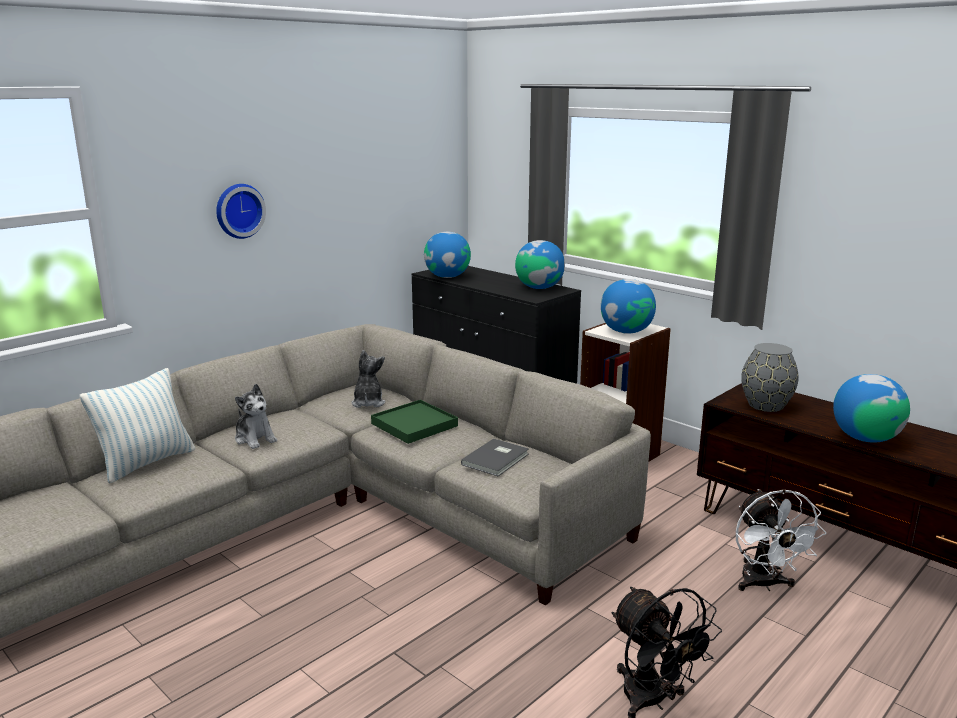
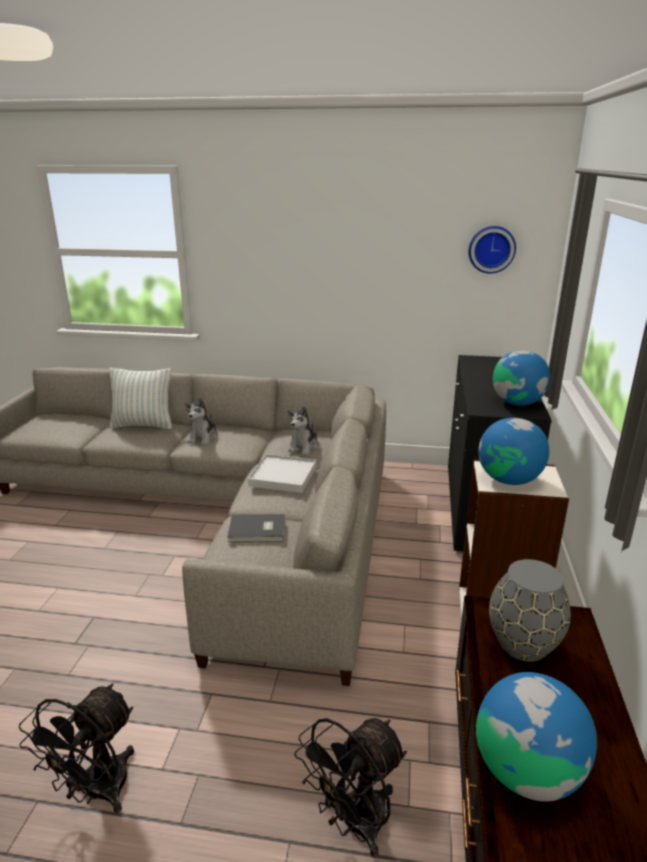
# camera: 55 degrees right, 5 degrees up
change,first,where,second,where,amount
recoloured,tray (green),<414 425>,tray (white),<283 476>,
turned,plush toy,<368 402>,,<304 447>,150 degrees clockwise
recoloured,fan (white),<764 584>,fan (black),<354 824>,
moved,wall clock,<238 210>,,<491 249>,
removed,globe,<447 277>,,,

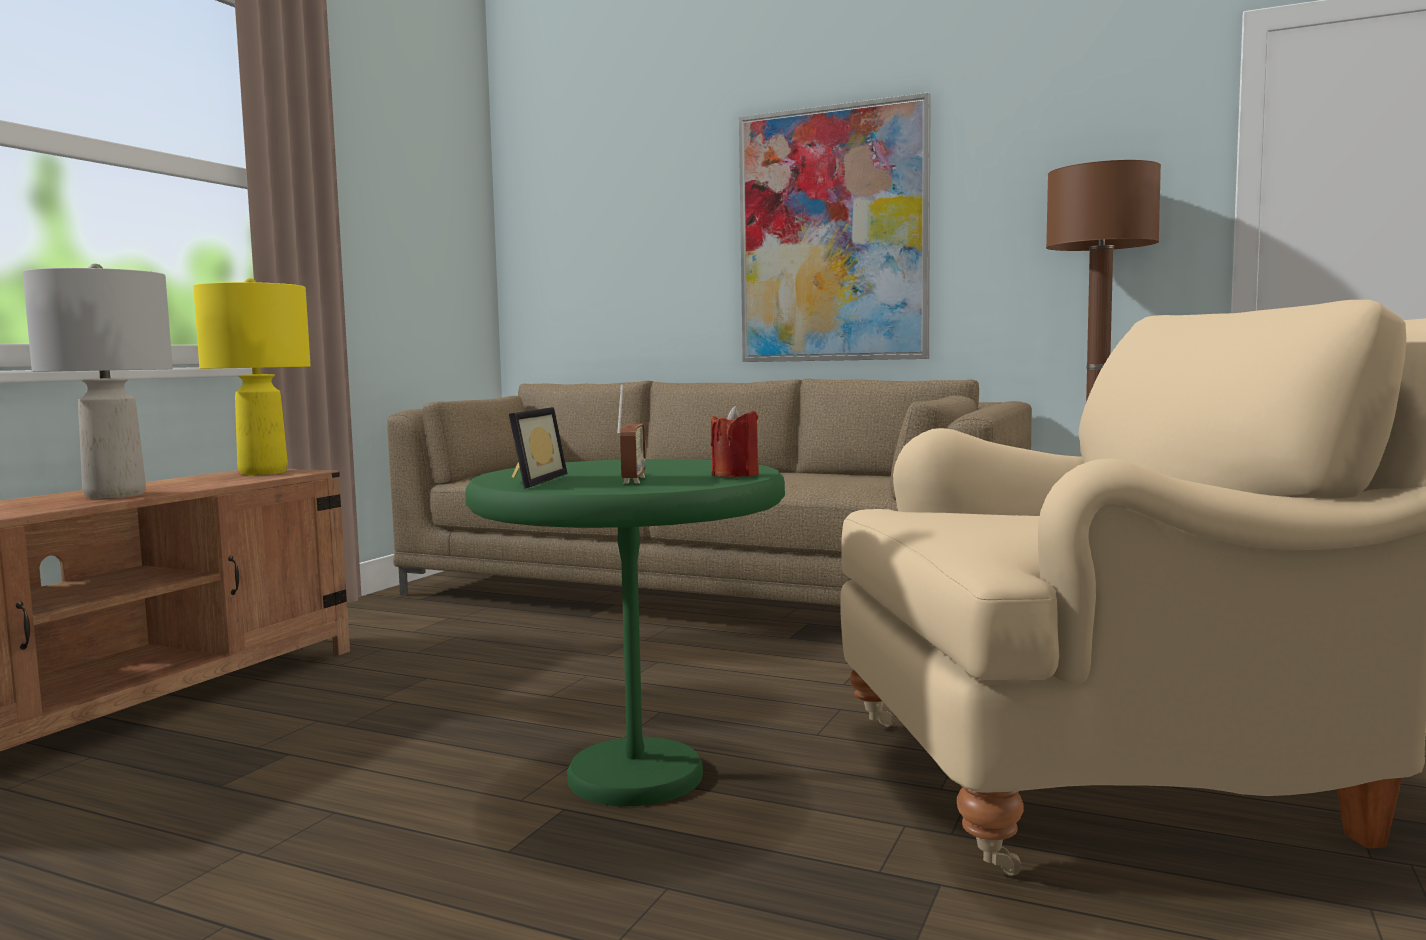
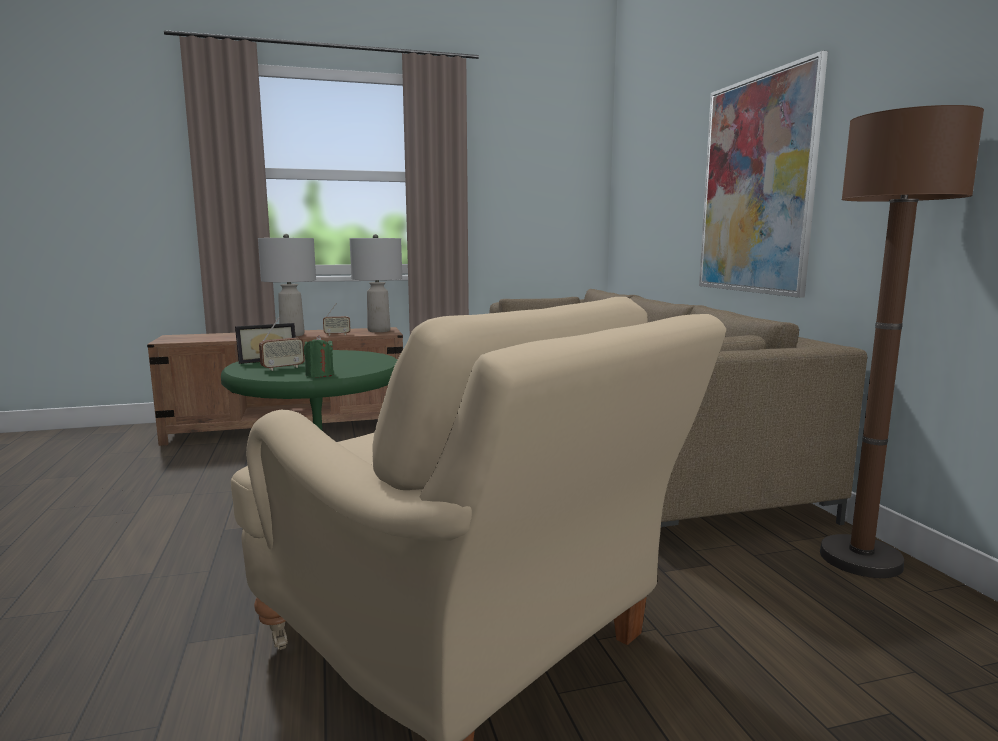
# camera: 50 degrees right, 5 degrees up
change,first,where,second,where,amount
recoloured,candle (red),<735 475>,candle (green),<319 375>,
added,,,radio,<337 334>,
recoloured,table lamp (yellow),<262 472>,table lamp (grey),<378 330>,

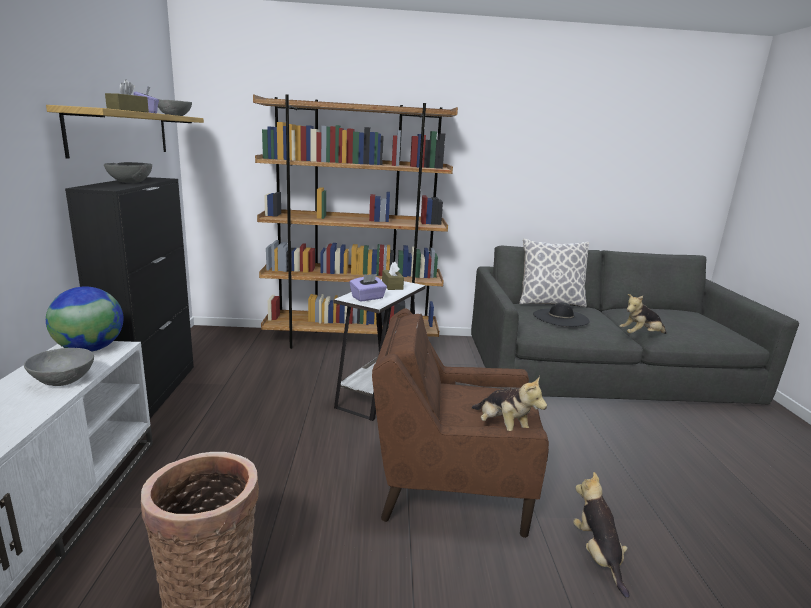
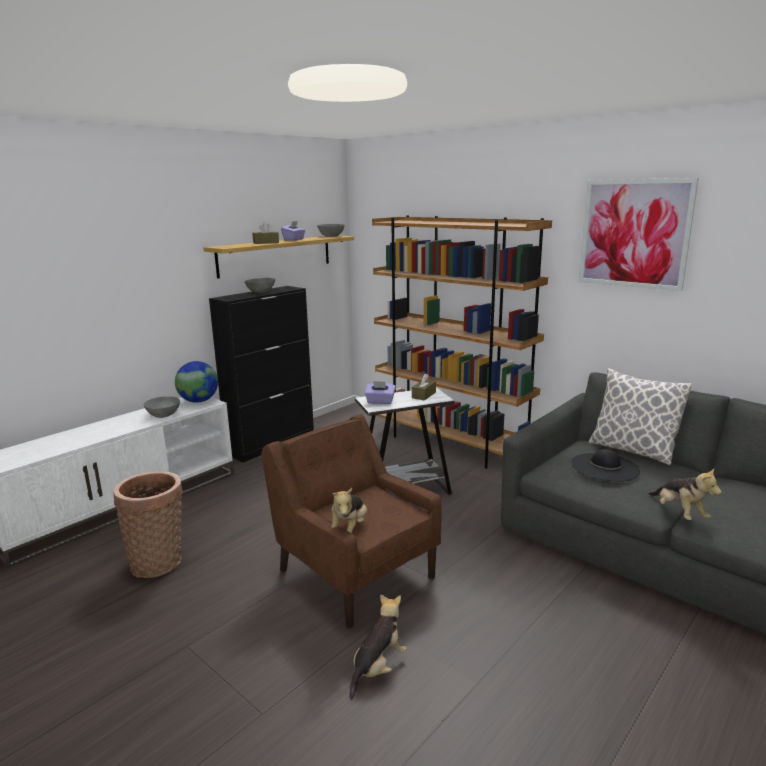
# camera: 45 degrees right, 0 degrees up
change,first,where,second,where,amount
added,,,picture,<634 234>,
turned,plush toy,<641 335>,,<679 513>,135 degrees counterclockwise

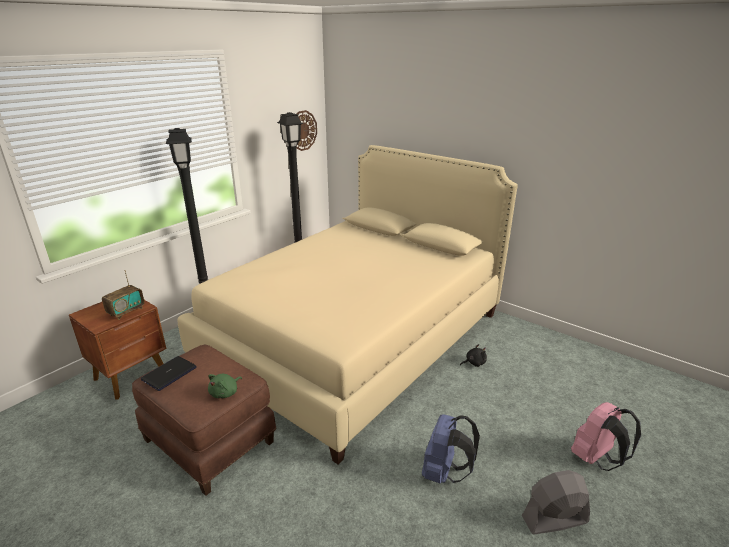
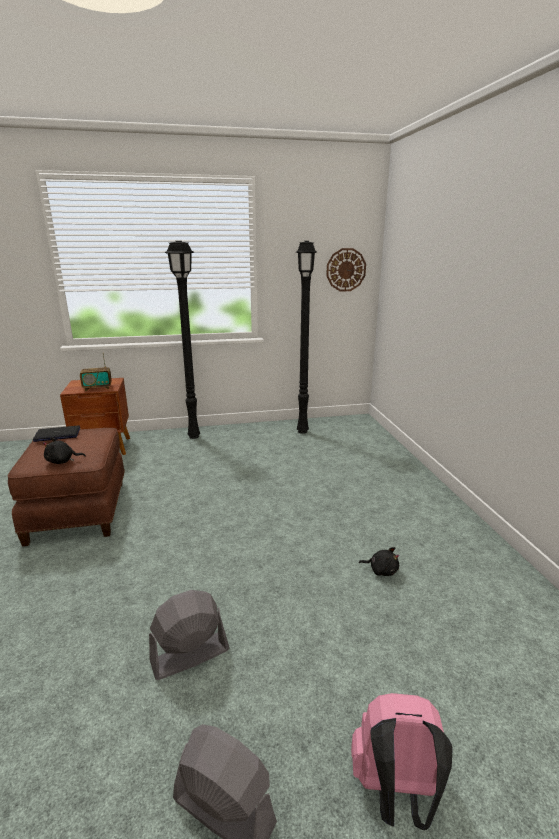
# camera: 40 degrees right, 5 degrees down
change,first,where,second,where,amount
recoloured,plush toy (green),<225 393>,plush toy (black),<62 461>,
replaced,backpack (blue),<444 472>,fan (grey),<189 655>,
removed,bed (beige),<355 337>,,,

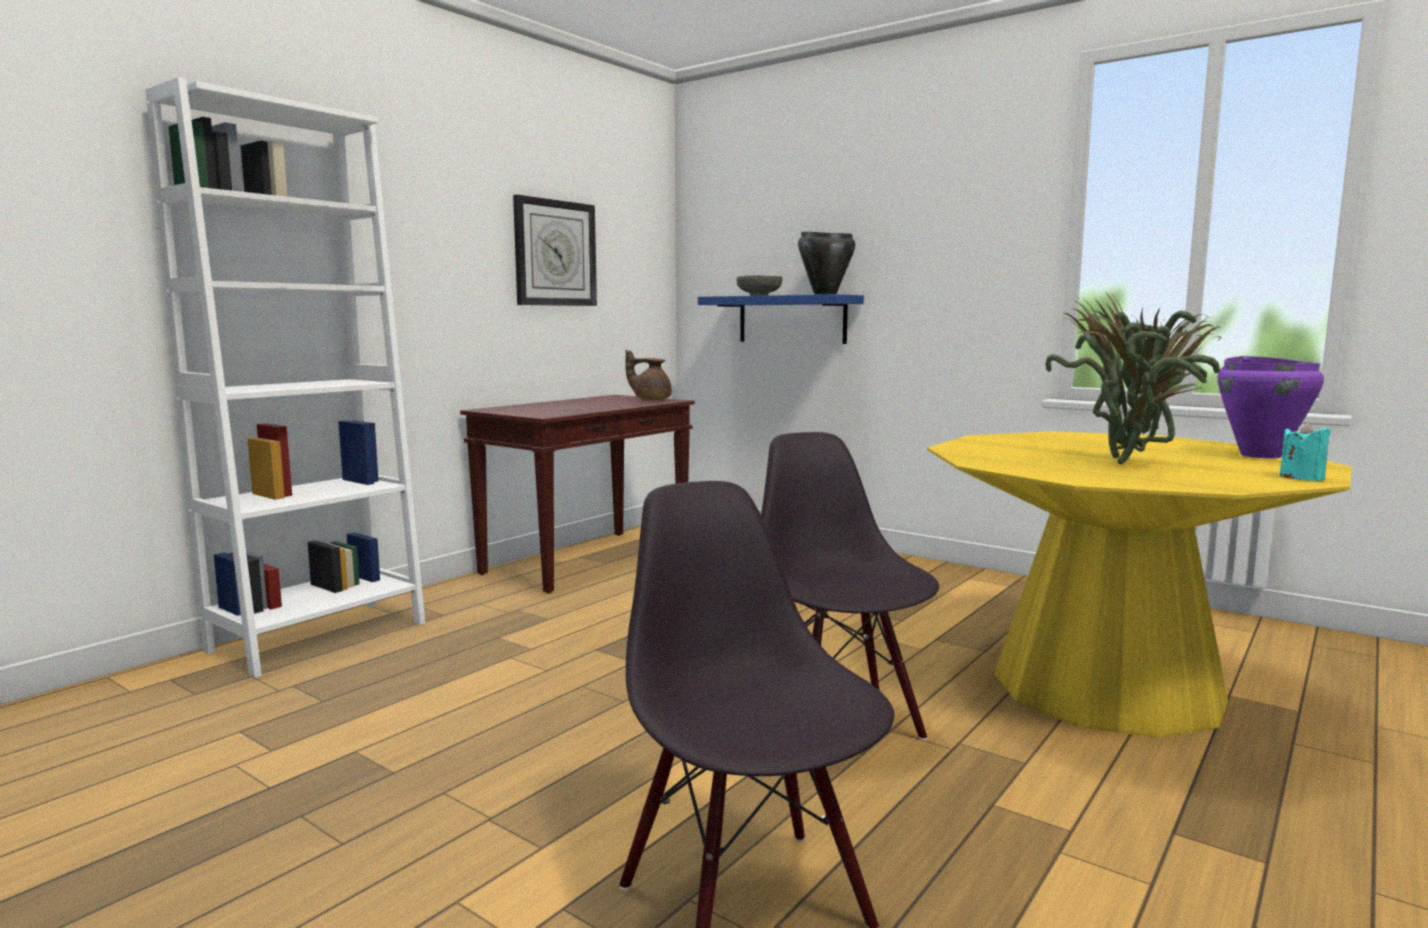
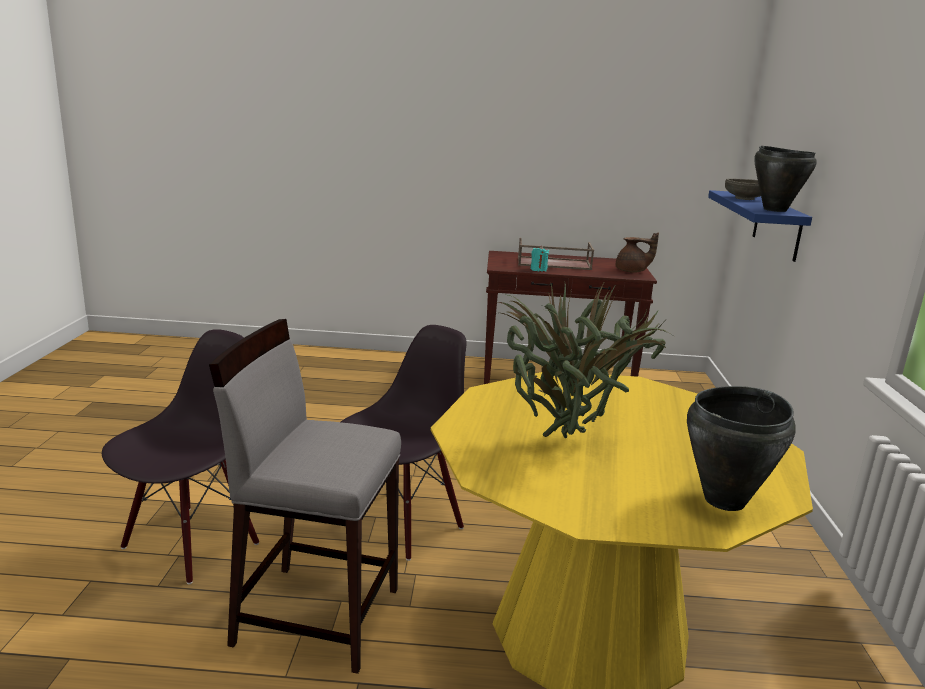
# camera: 55 degrees right, 10 degrees up
change,first,where,second,where,amount
added,,,stool (grey),<316 614>,
added,,,tray (brown),<553 263>,
moved,candle (turquoise),<1301 478>,,<538 270>,
turned,teapot (brown),<651 399>,,<632 271>,120 degrees clockwise
recoloured,cooking pot (purple),<1261 455>,cooking pot (black),<725 500>,
removed,bookcase (white),<319 636>,,,
removed,wall clock,<555 253>,,,

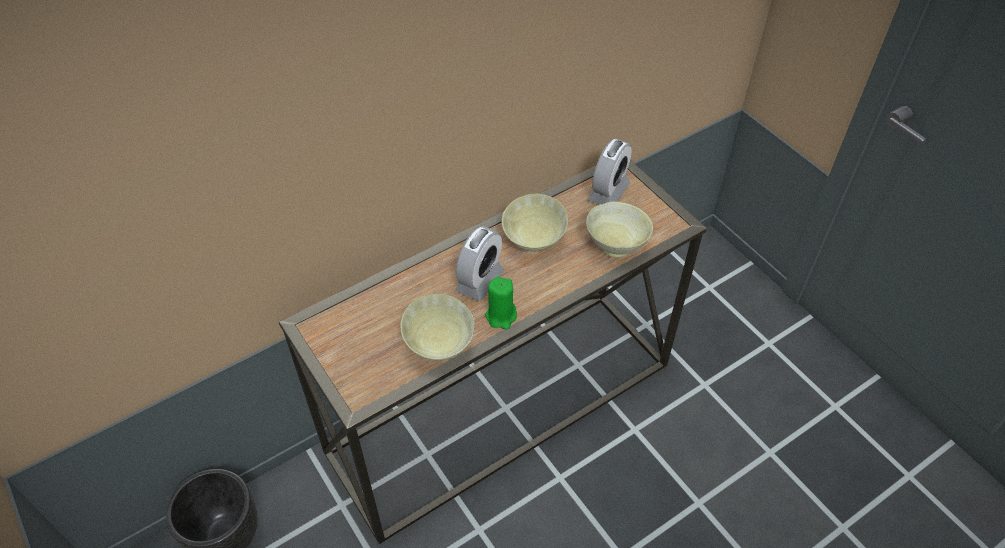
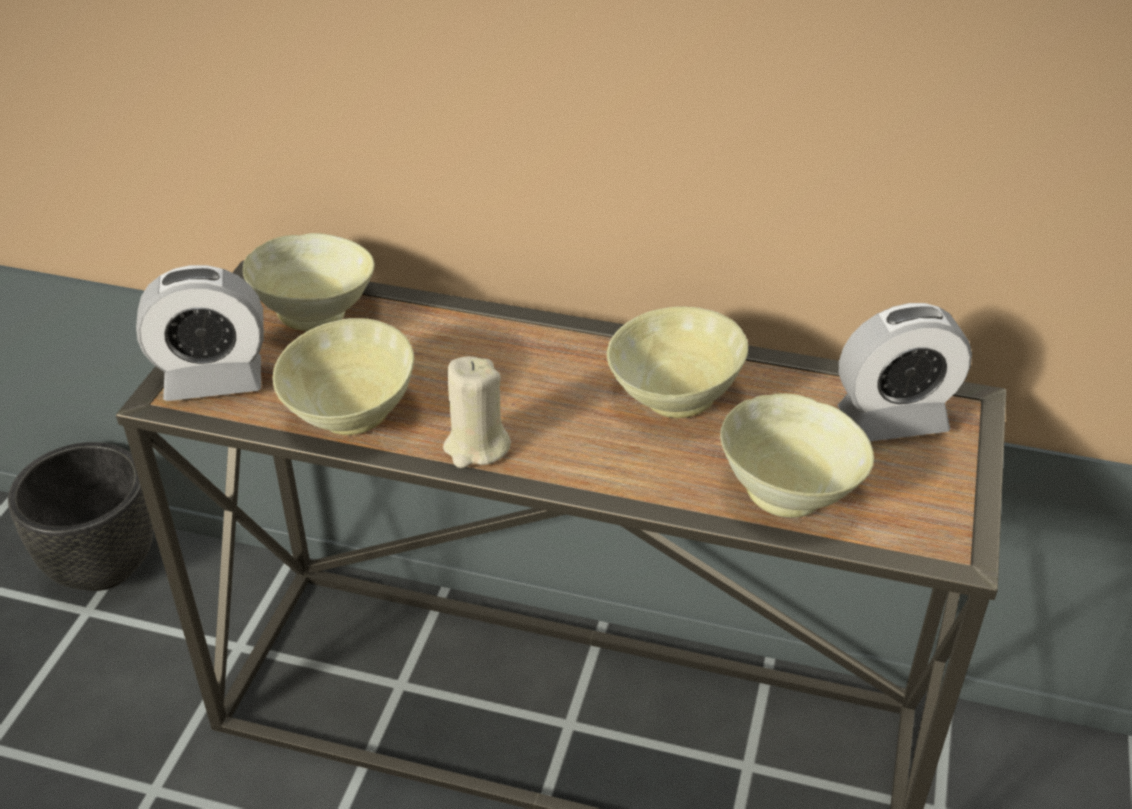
# camera: 50 degrees right, 10 degrees down
change,first,where,second,where,amount
moved,alarm clock,<479 281>,,<213 380>,
added,,,bowl (beige),<317 313>,
recoloured,candle (green),<501 316>,candle (beige),<476 447>,

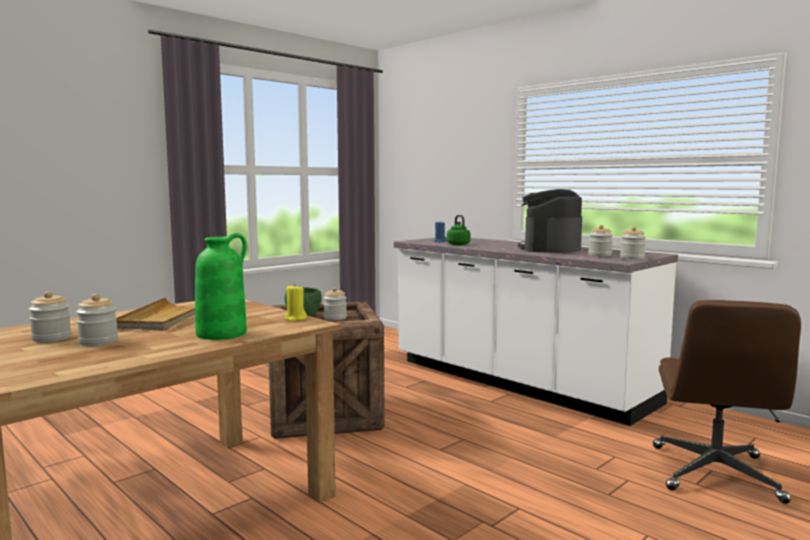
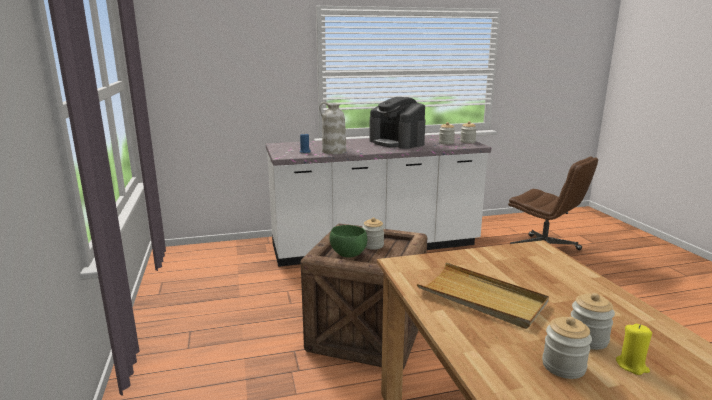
# camera: 60 degrees left, 10 degrees up
change,first,where,second,where,amount
replaced,kettle (green),<457 244>,vase (white),<333 152>,
moved,candle (yellow),<295 319>,,<632 366>,
removed,vase (green),<222 333>,,,

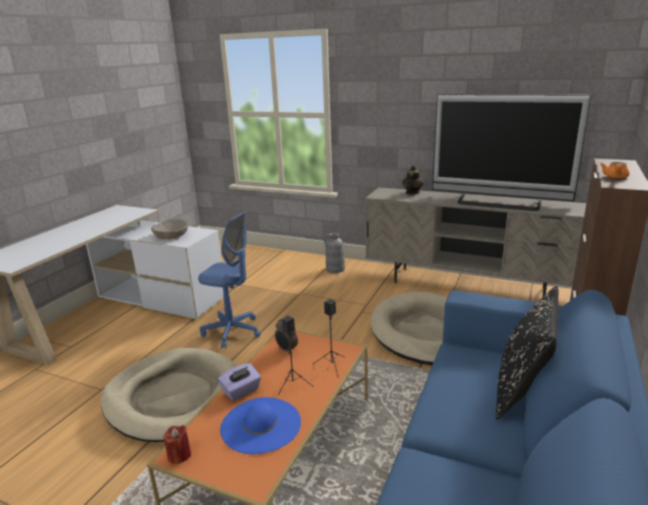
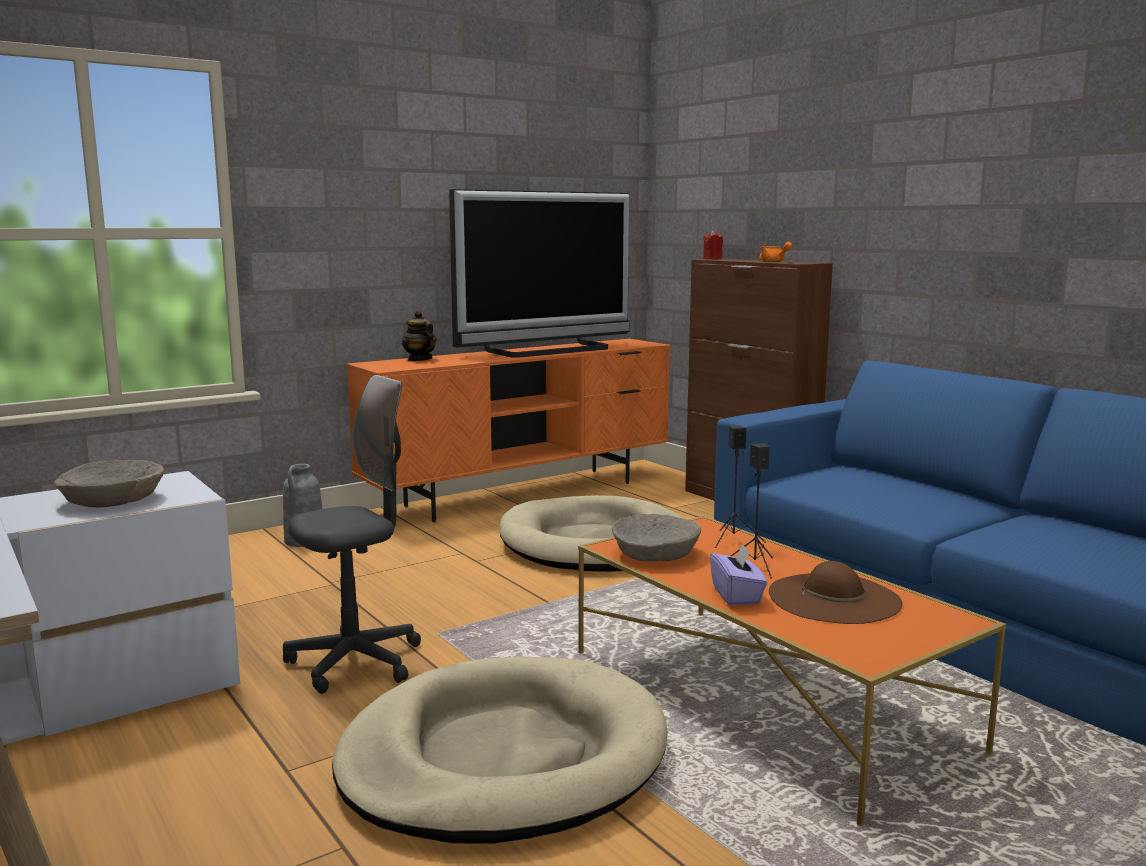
# camera: 60 degrees left, 10 degrees down
change,first,where,second,where,amount
recoloured,office chair (blue),<232 331>,office chair (grey),<355 662>,
recoloured,tv stand (beige),<469 285>,tv stand (orange),<522 494>,
replaced,alarm clock,<286 350>,bowl (beige),<656 553>,
moved,candle (red),<179 455>,,<712 259>,
recoloured,hat (blue),<261 424>,hat (brown),<834 598>,
removed,pillow (black),<522 390>,,,

